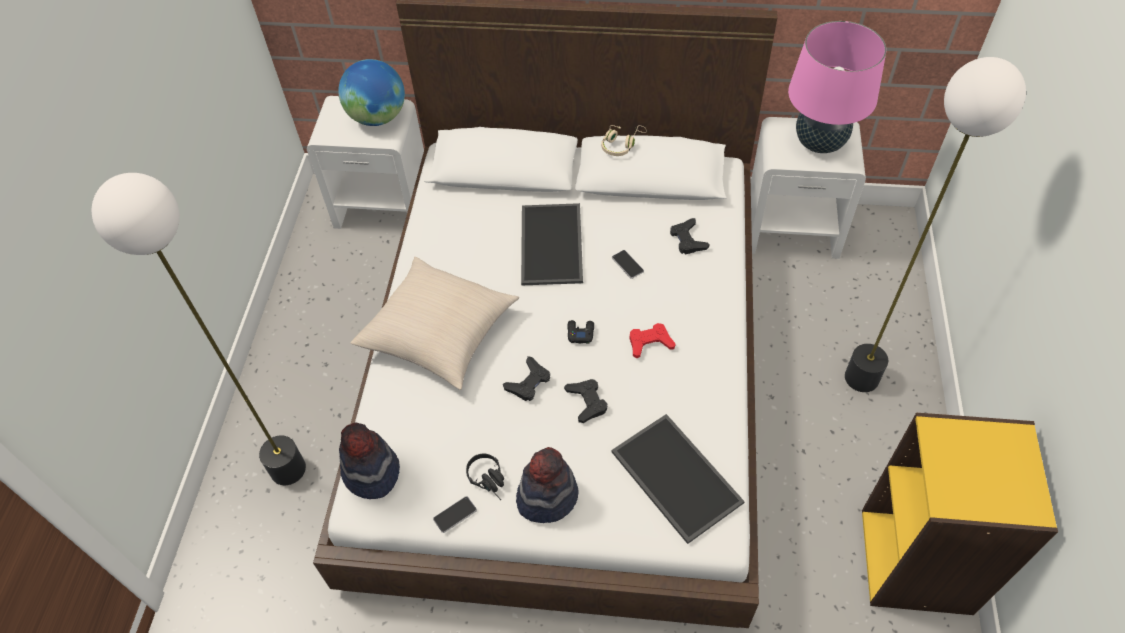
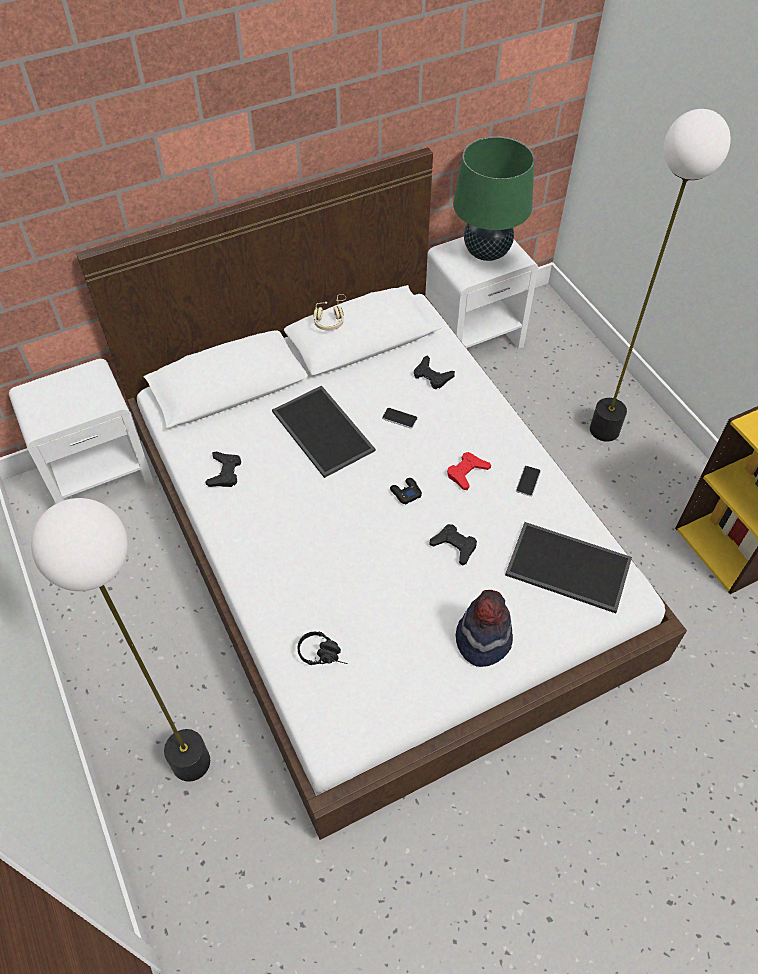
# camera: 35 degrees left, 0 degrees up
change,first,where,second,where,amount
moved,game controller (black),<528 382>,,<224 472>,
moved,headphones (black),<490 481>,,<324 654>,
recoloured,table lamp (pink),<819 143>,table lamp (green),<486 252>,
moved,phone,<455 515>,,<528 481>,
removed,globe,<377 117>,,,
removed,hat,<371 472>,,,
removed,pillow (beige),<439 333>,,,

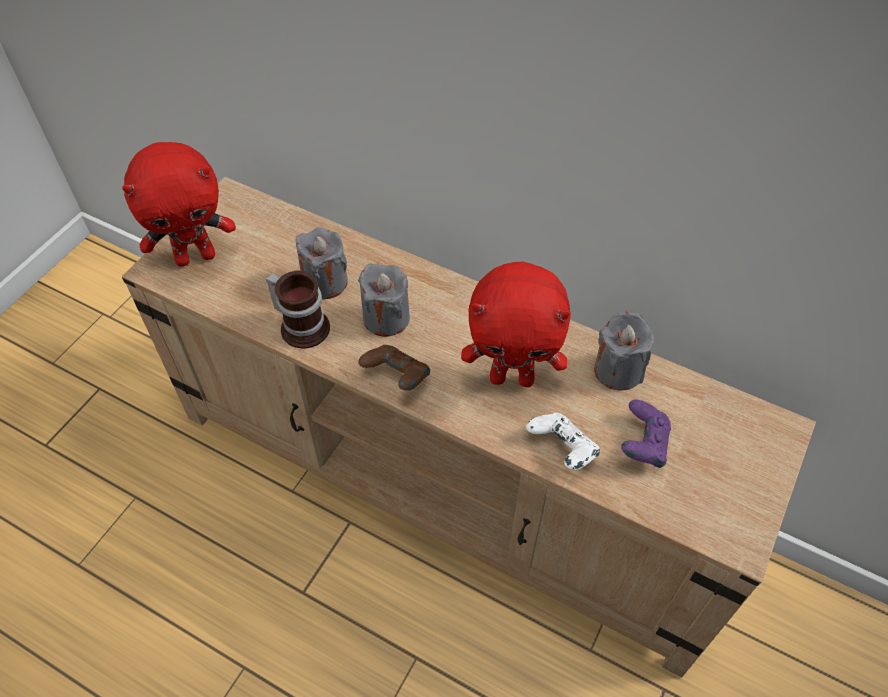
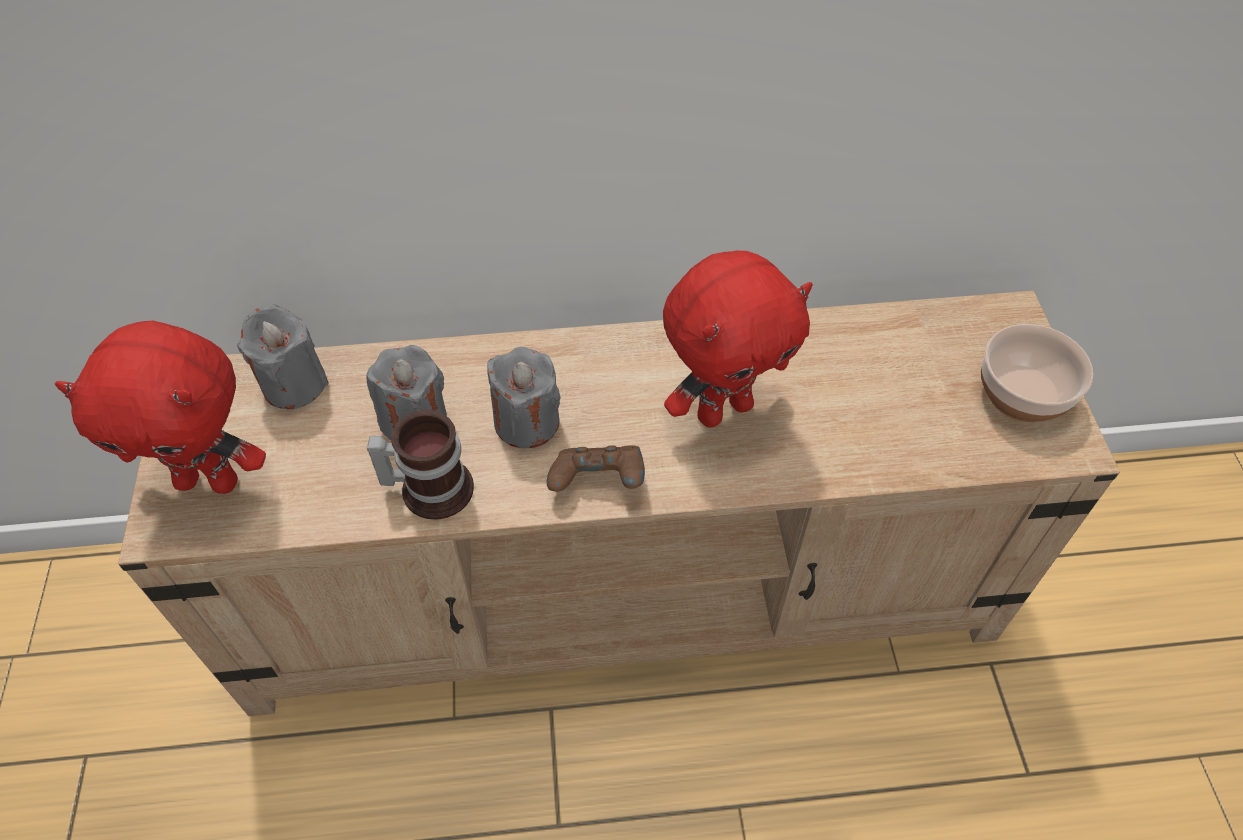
# camera: 35 degrees left, 0 degrees up
change,first,where,second,where,amount
turned,plush toy (red),<196 256>,,<210 480>,60 degrees clockwise
moved,candle (grey),<618 370>,,<294 384>,
added,,,bowl,<1022 393>,
removed,game controller (white),<562 450>,,,
removed,game controller (purple),<642 444>,,,

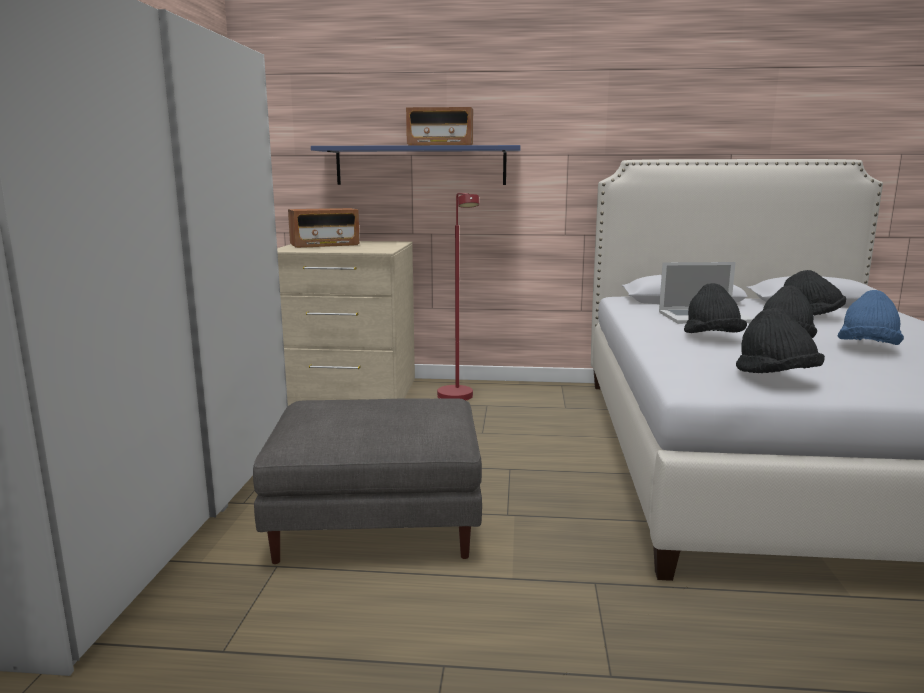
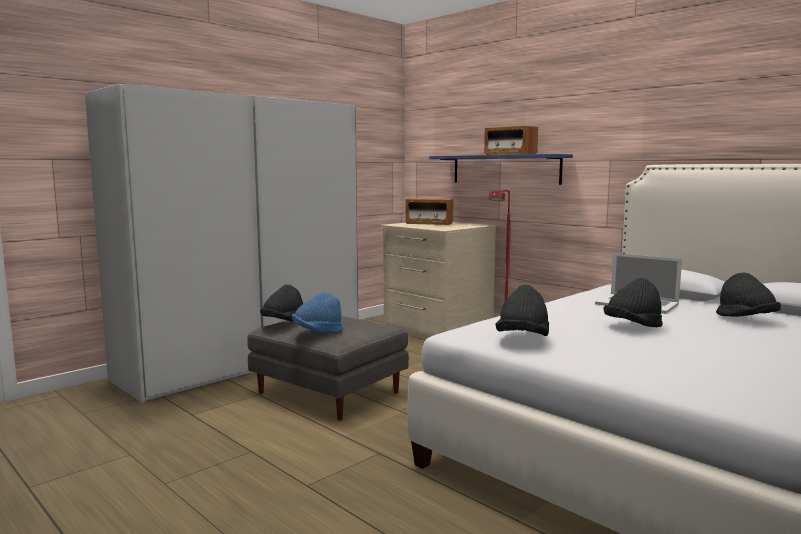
# camera: 40 degrees right, 5 degrees down
change,first,where,second,where,amount
moved,hat (black),<712 338>,,<283 323>,
moved,hat (blue),<867 347>,,<318 332>,

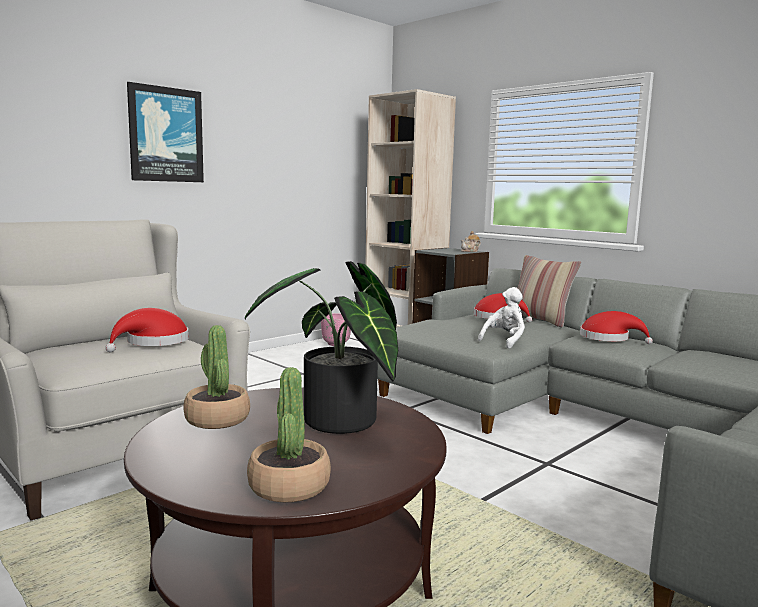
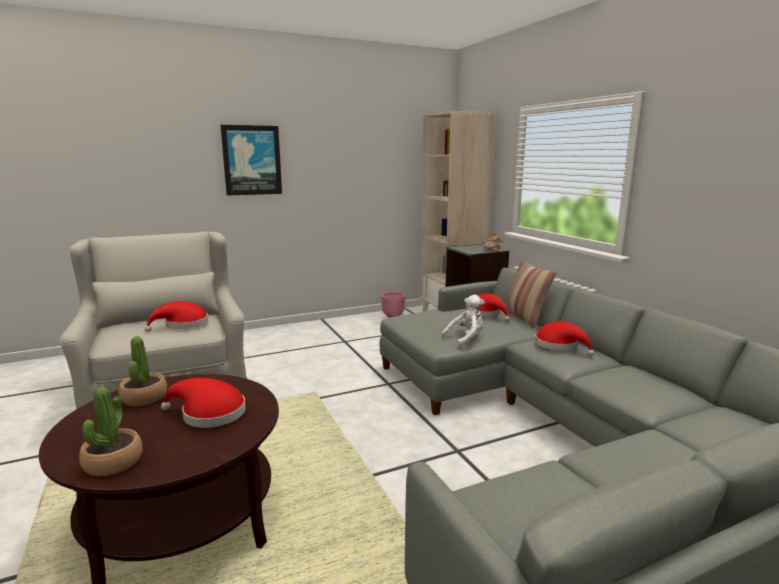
# camera: 20 degrees right, 5 degrees up
change,first,where,second,where,amount
replaced,potted plant,<339 424>,hat (red),<209 414>,

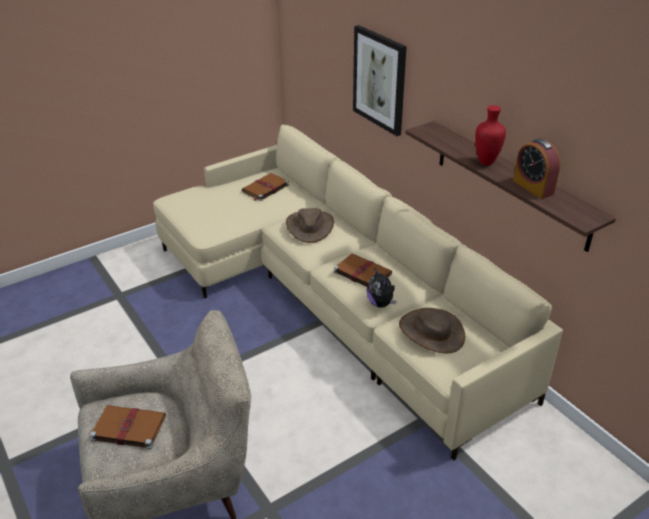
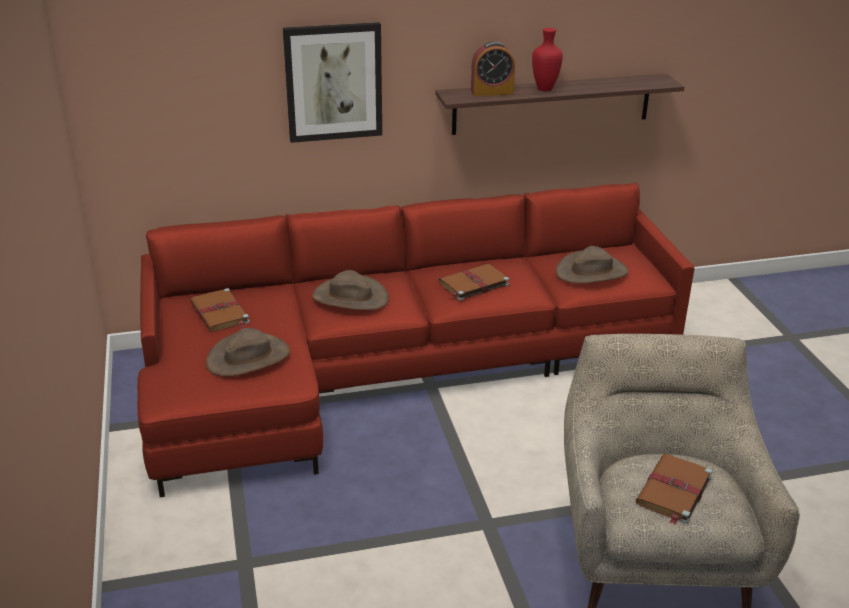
# camera: 70 degrees left, 5 degrees down
change,first,where,second,where,amount
recoloured,sofa (beige),<330 297>,sofa (red),<391 370>,
added,,,hat (brown),<248 357>,
moved,alarm clock,<533 187>,,<492 92>,
removed,plush toy,<381 303>,,,

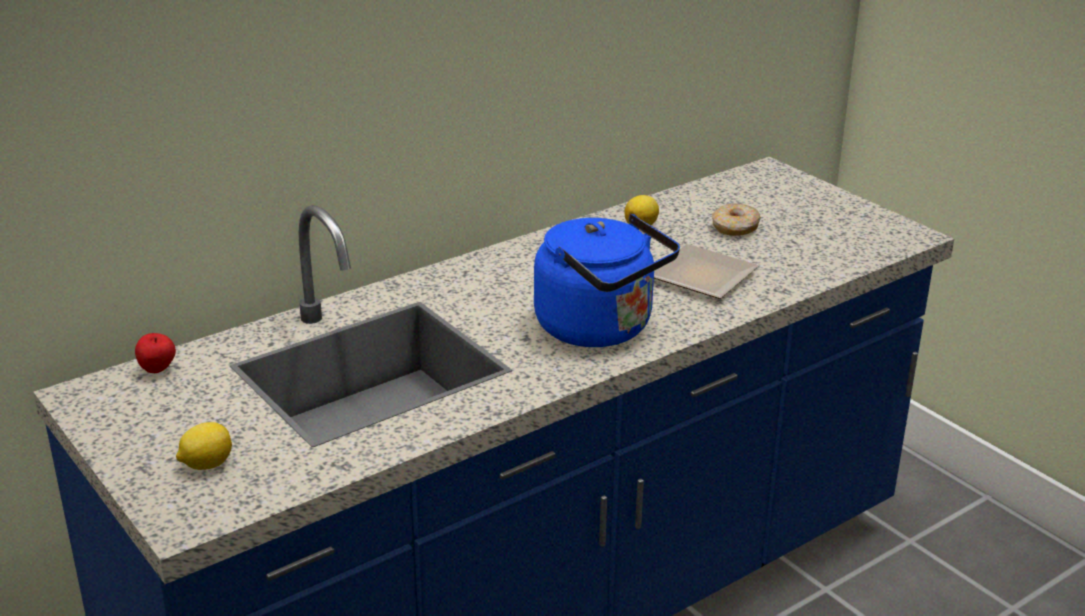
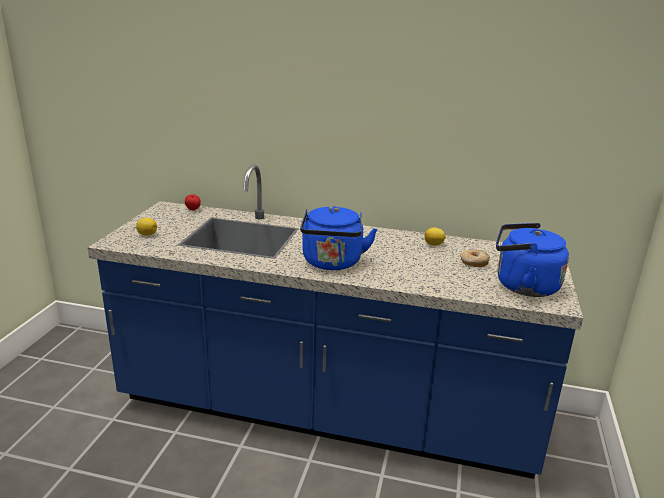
# camera: 50 degrees right, 5 degrees down
change,first,where,second,where,amount
added,,,kettle (blue),<522 286>,
removed,plate,<706 276>,,,

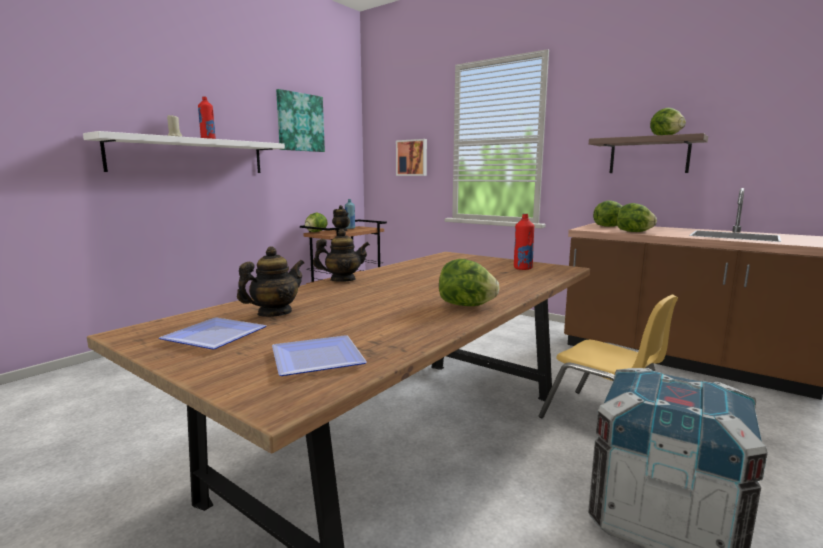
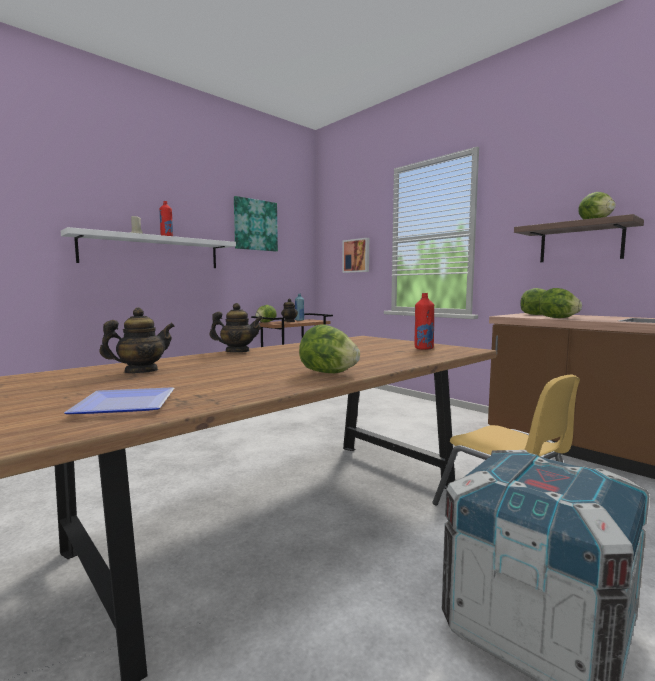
# camera: 10 degrees right, 5 degrees down
change,first,where,second,where,amount
removed,plate,<215 338>,,,

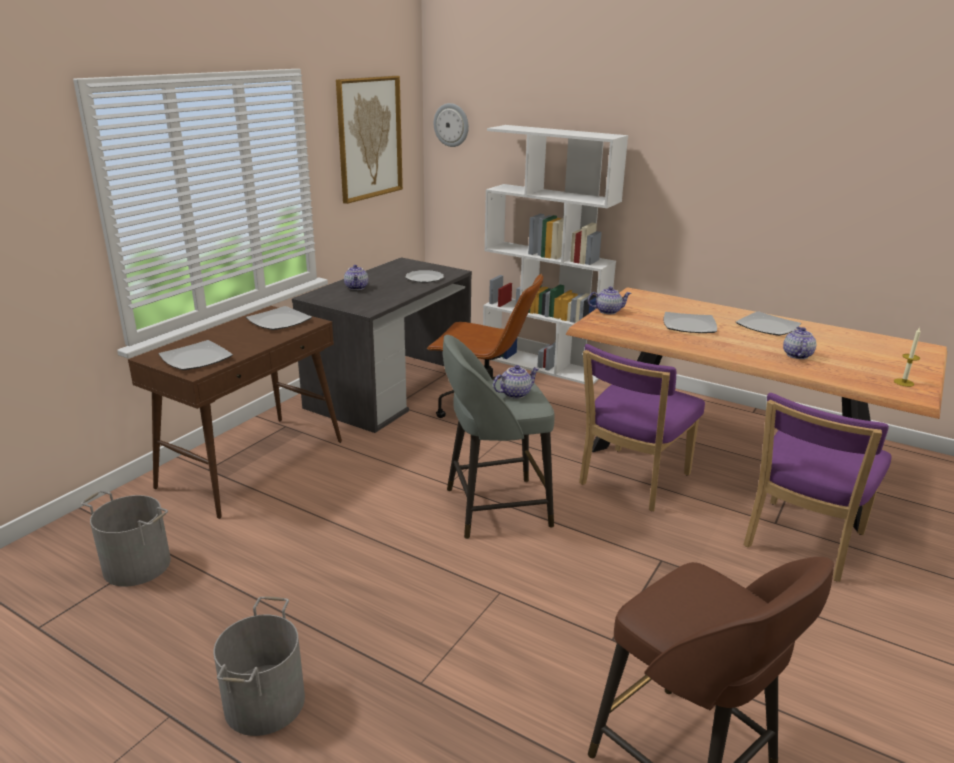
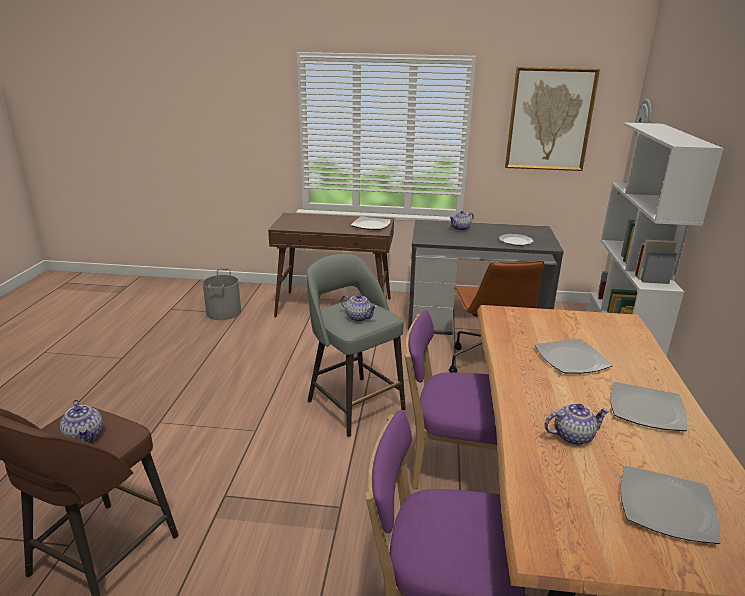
# camera: 65 degrees right, 0 degrees up
change,first,where,second,where,amount
moved,teapot,<608 311>,,<85 436>,
moved,plate,<196 358>,,<667 507>,
removed,bucket (grey),<263 702>,,,
removed,candle,<903 382>,,,

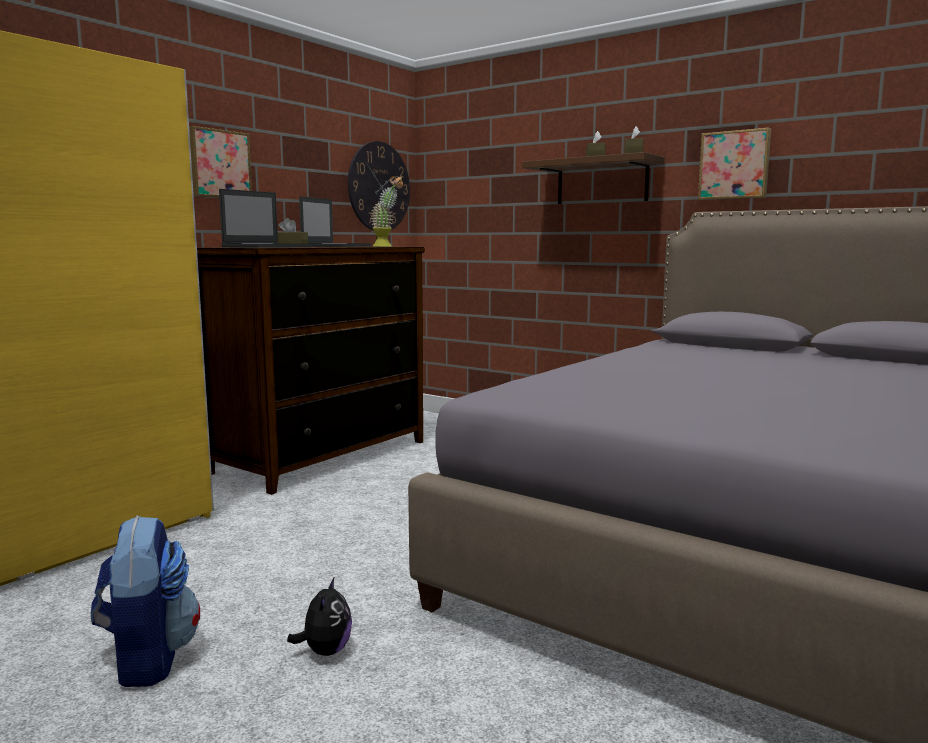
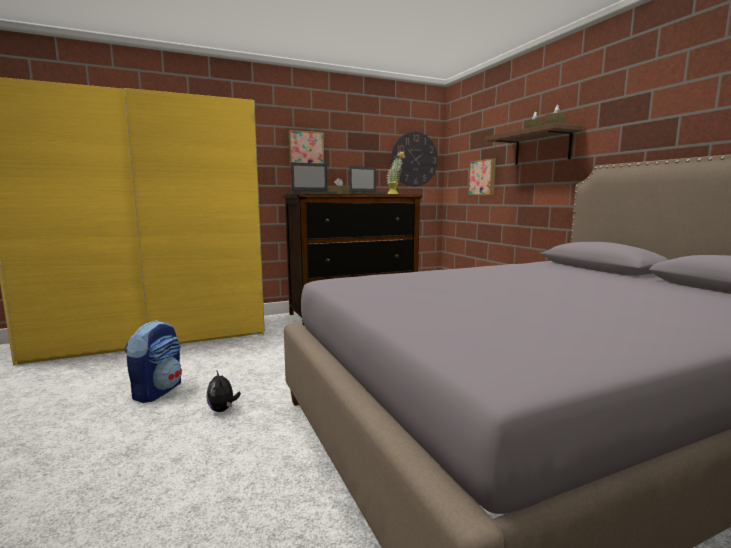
# camera: 30 degrees right, 0 degrees up
change,first,where,second,where,amount
turned,plush toy,<325 651>,,<223 409>,120 degrees clockwise
moved,picture,<734 165>,,<483 177>,

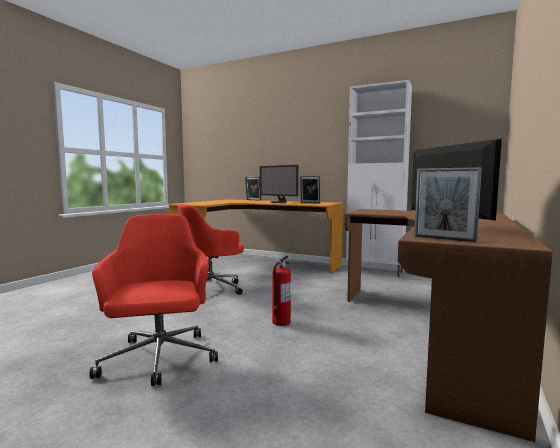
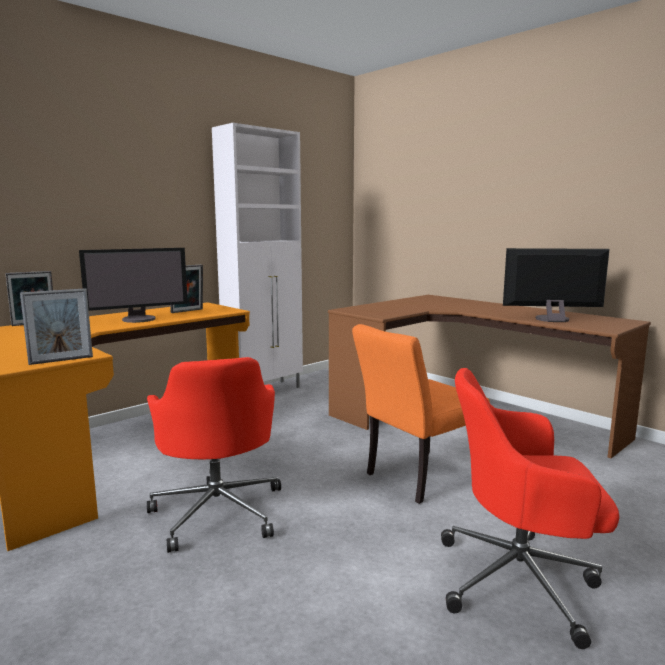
# camera: 70 degrees left, 5 degrees up
change,first,where,second,where,amount
moved,picture frame,<444 239>,,<61 360>,
replaced,fire extinguisher,<281 322>,chair (orange),<416 478>,

